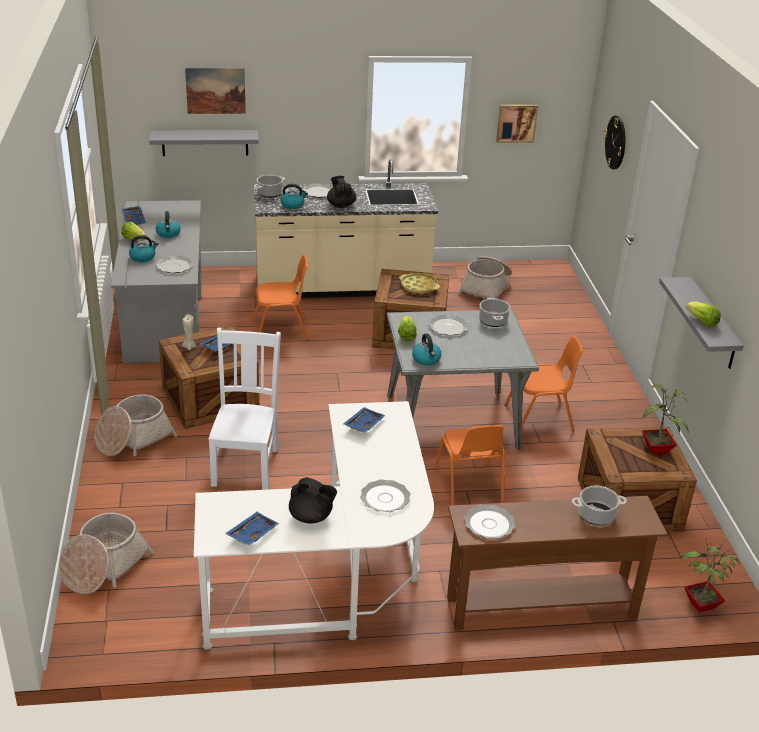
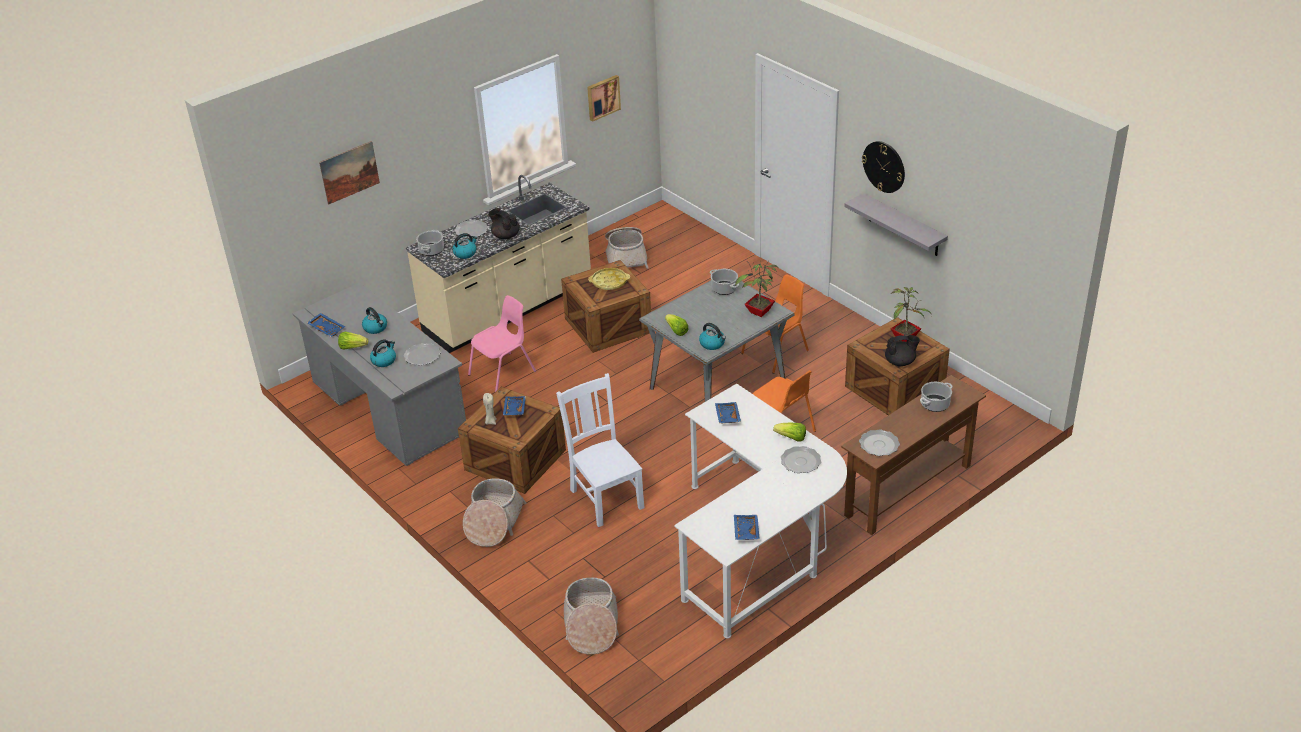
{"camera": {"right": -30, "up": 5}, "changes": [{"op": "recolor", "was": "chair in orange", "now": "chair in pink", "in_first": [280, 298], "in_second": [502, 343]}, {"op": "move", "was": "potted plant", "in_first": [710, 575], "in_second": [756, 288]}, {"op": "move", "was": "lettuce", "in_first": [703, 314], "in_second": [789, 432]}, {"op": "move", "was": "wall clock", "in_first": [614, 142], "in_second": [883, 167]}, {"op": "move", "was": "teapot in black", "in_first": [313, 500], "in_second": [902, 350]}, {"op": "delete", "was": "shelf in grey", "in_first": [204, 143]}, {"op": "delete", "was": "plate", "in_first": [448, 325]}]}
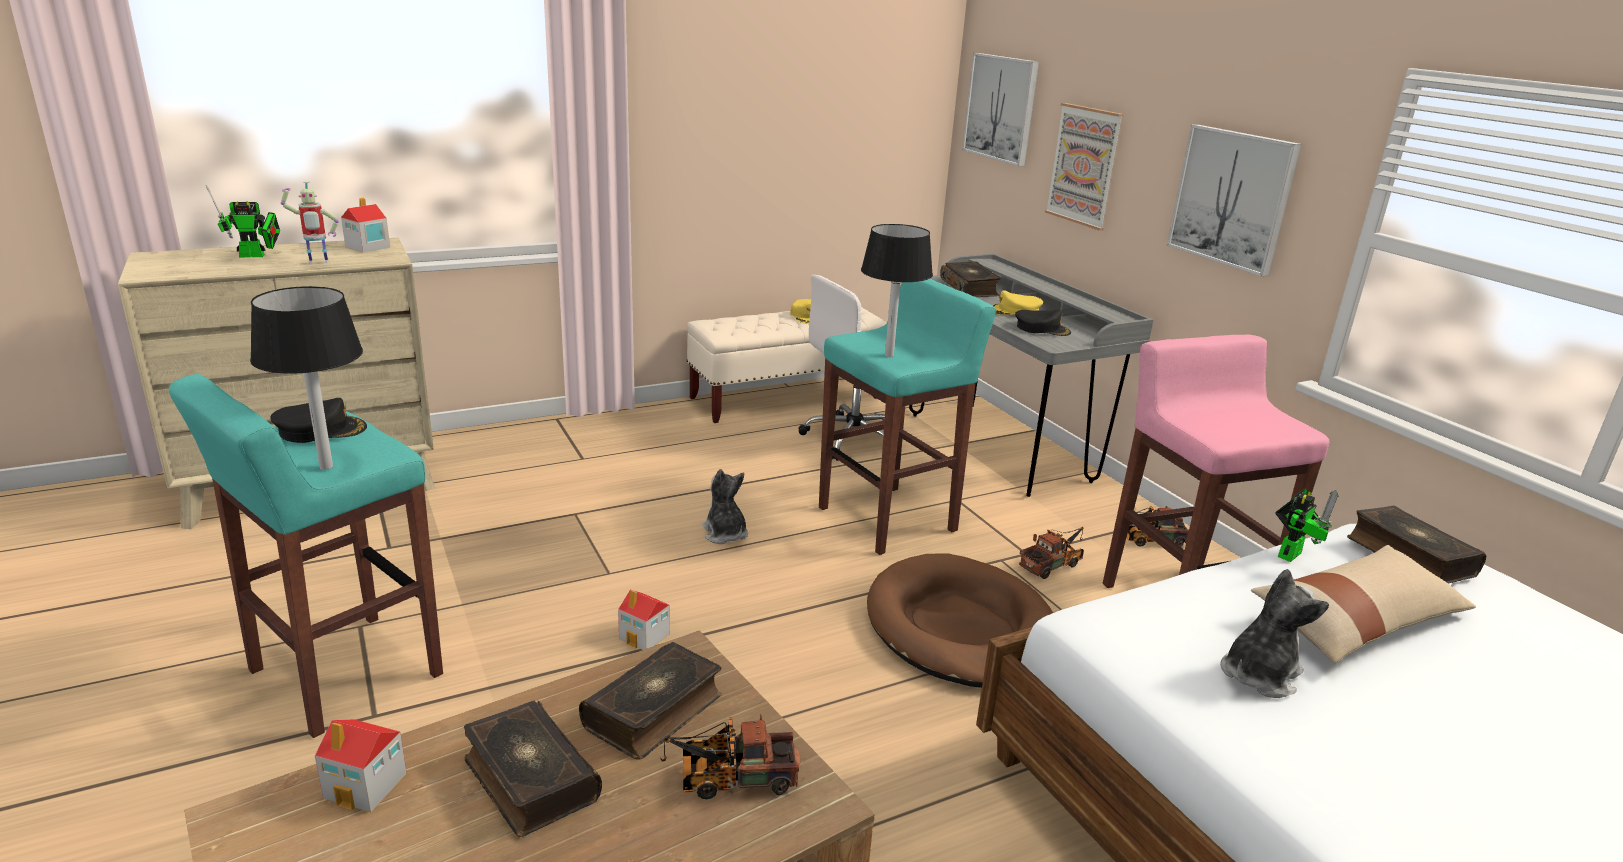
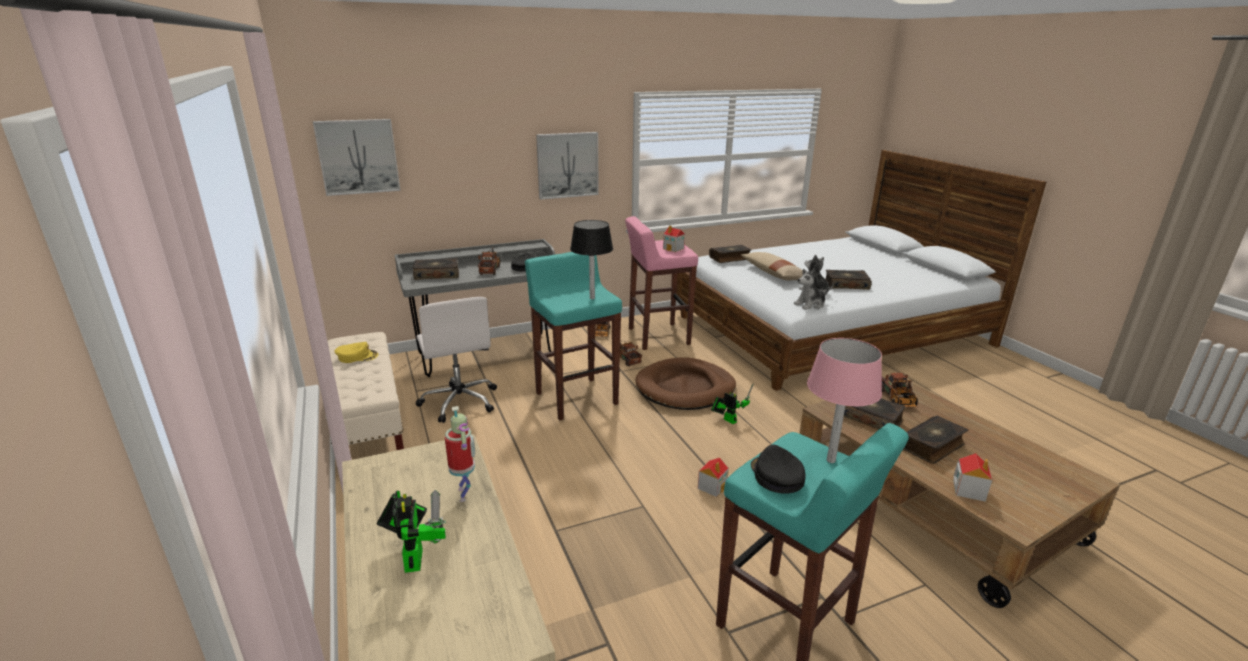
{"camera": {"right": -85, "up": 0}, "changes": [{"op": "replace", "was": "cap in yellow", "now": "toy truck", "in_first": [1017, 302], "in_second": [489, 261]}, {"op": "move", "was": "toy house", "in_first": [365, 225], "in_second": [674, 238]}, {"op": "move", "was": "toy robot", "in_first": [1307, 525], "in_second": [732, 403]}, {"op": "move", "was": "plush toy", "in_first": [724, 506], "in_second": [811, 289]}, {"op": "recolor", "was": "table lamp in black", "now": "table lamp in pink", "in_first": [306, 378], "in_second": [844, 400]}, {"op": "insert", "now": "book", "in_second": [848, 280]}, {"op": "delete", "was": "picture", "in_first": [1084, 166]}]}
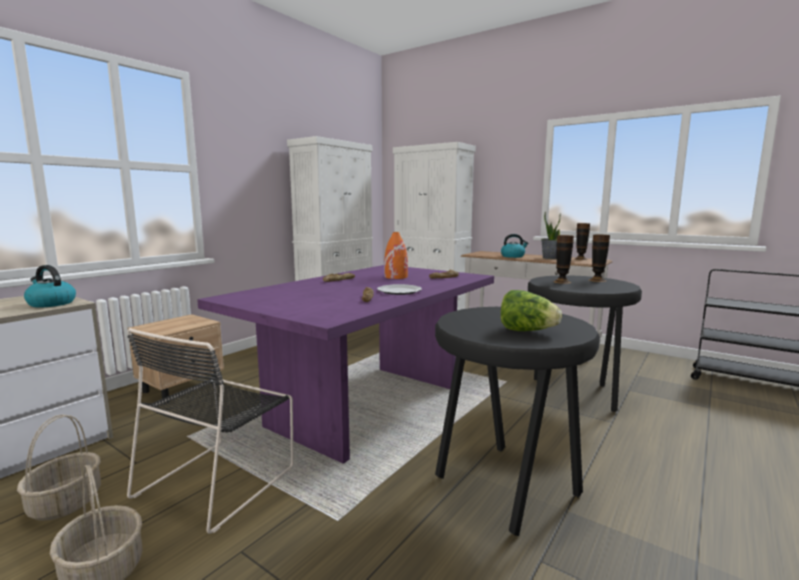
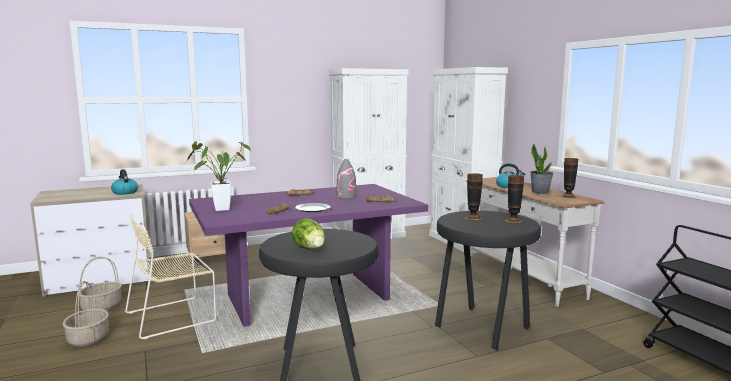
{"camera": {"right": 30, "up": 0}, "changes": [{"op": "recolor", "was": "chair in black", "now": "chair in beige", "in_first": [210, 431], "in_second": [170, 276]}, {"op": "insert", "now": "potted plant", "in_second": [219, 176]}, {"op": "recolor", "was": "vase in orange", "now": "vase in grey", "in_first": [396, 255], "in_second": [346, 179]}]}
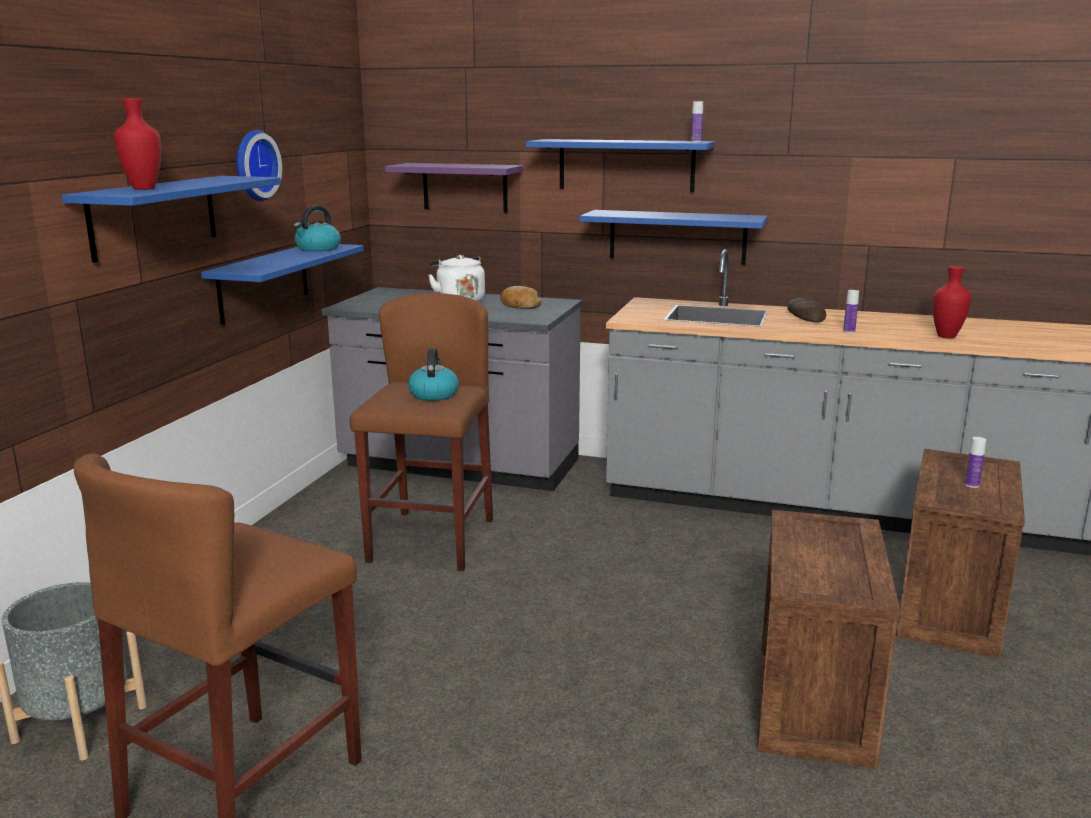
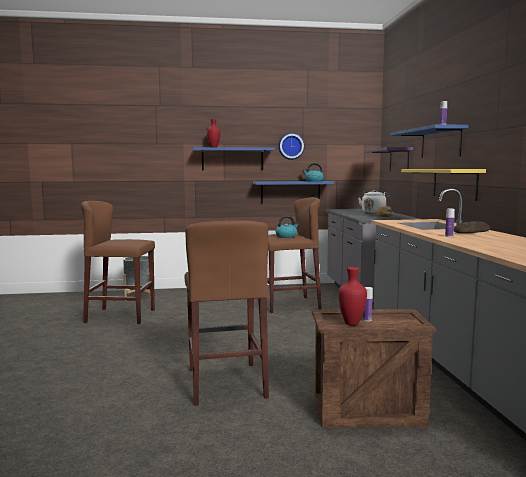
{"camera": {"right": 65, "up": -10}, "changes": [{"op": "replace", "was": "crate", "now": "stool in brown", "in_first": [829, 639], "in_second": [226, 313]}, {"op": "move", "was": "vase in red", "in_first": [952, 302], "in_second": [352, 296]}, {"op": "recolor", "was": "shelf in blue", "now": "shelf in yellow", "in_first": [673, 237], "in_second": [443, 185]}]}
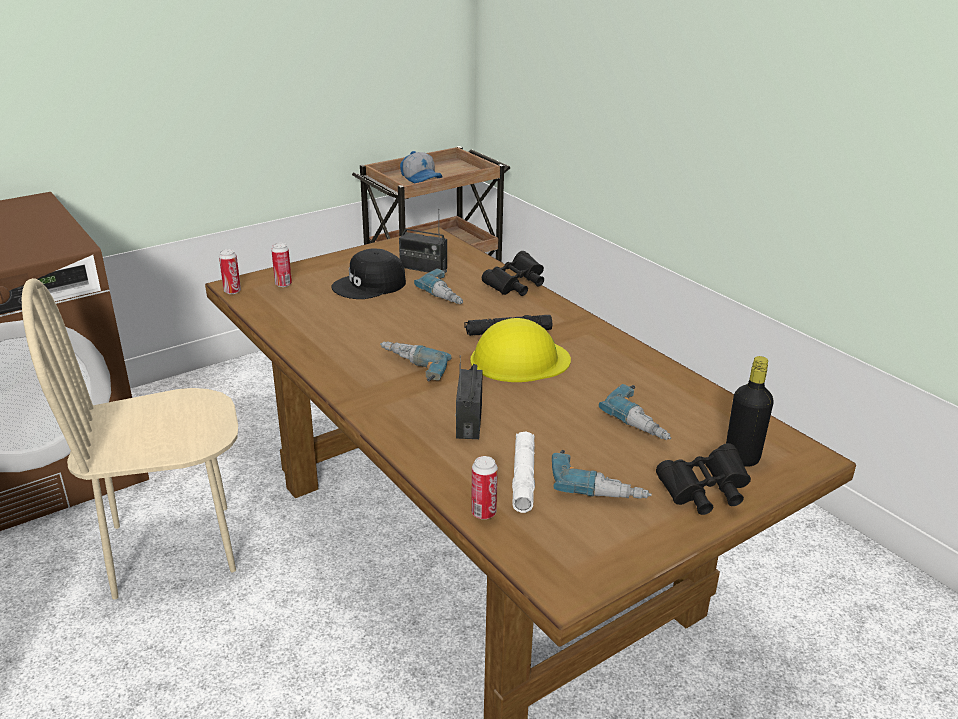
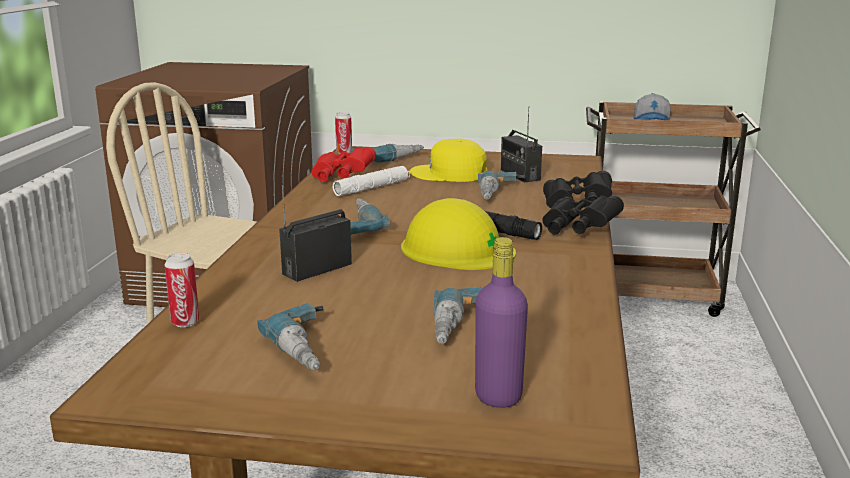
{"camera": {"right": 45, "up": -10}, "changes": [{"op": "insert", "now": "binoculars in red", "in_second": [343, 164]}, {"op": "move", "was": "flashlight in white", "in_first": [523, 472], "in_second": [371, 181]}, {"op": "replace", "was": "can", "now": "power drill", "in_first": [281, 265], "in_second": [387, 153]}, {"op": "recolor", "was": "cap in black", "now": "cap in yellow", "in_first": [368, 273], "in_second": [448, 160]}, {"op": "recolor", "was": "bottle in black", "now": "bottle in purple", "in_first": [750, 411], "in_second": [501, 322]}, {"op": "move", "was": "binoculars in black", "in_first": [703, 479], "in_second": [583, 215]}]}
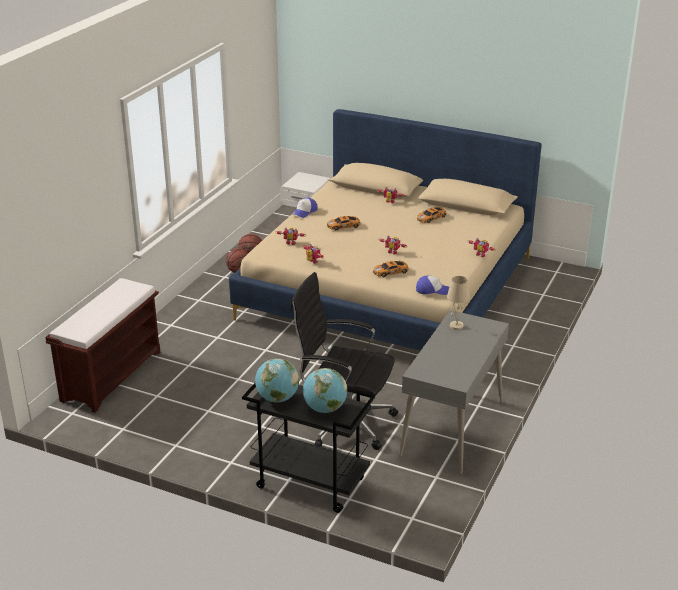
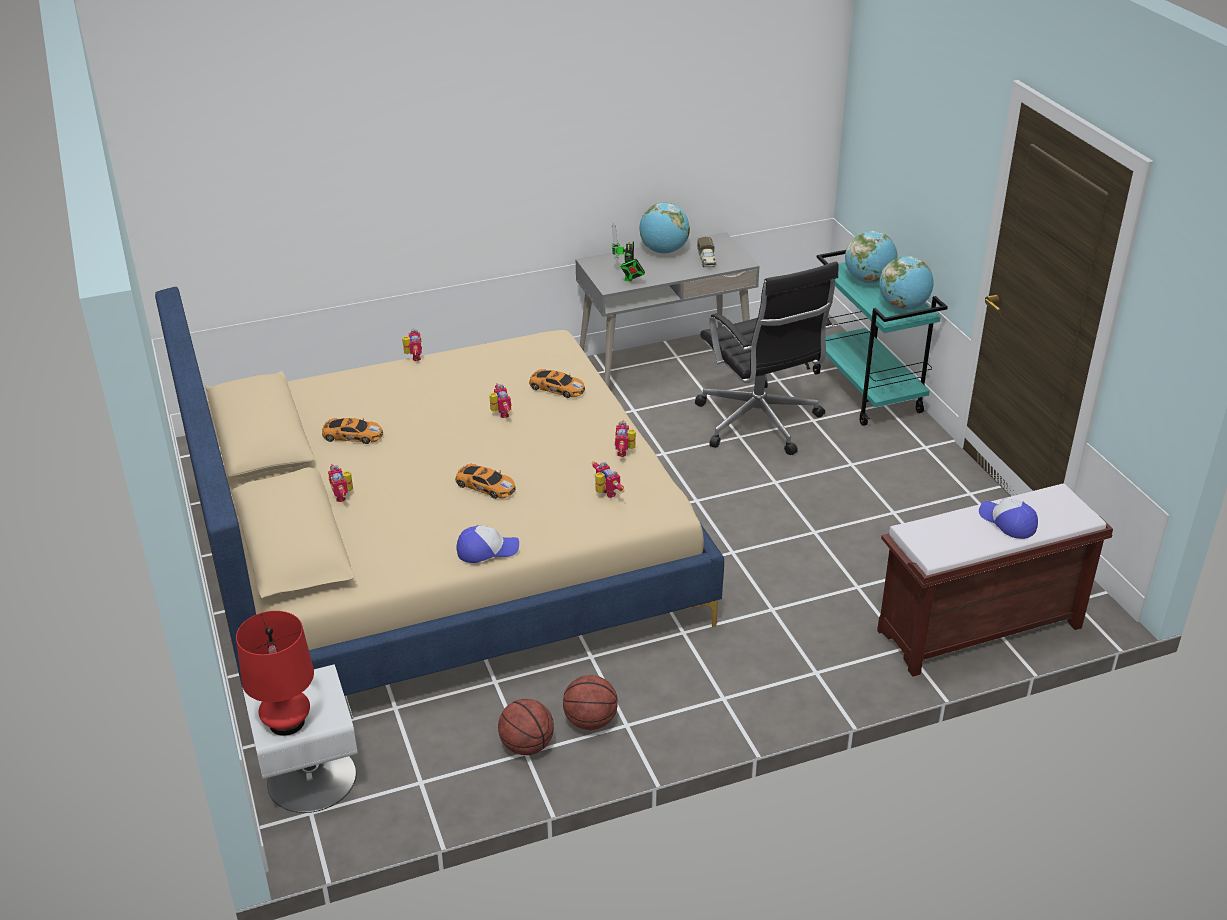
{"camera": {"right": -135, "up": 5}, "changes": [{"op": "insert", "now": "table lamp in red", "in_second": [275, 673]}, {"op": "replace", "was": "table lamp in beige", "now": "toy robot", "in_first": [458, 303], "in_second": [628, 252]}, {"op": "insert", "now": "globe", "in_second": [665, 228]}, {"op": "insert", "now": "toy truck", "in_second": [707, 252]}, {"op": "recolor", "was": "cart in black", "now": "cart in turquoise", "in_first": [308, 448], "in_second": [880, 338]}, {"op": "move", "was": "cap", "in_first": [432, 285], "in_second": [1008, 518]}]}
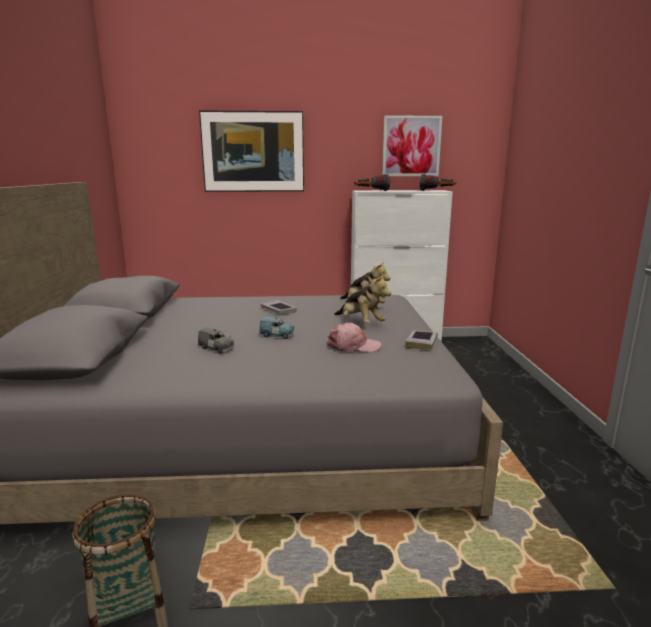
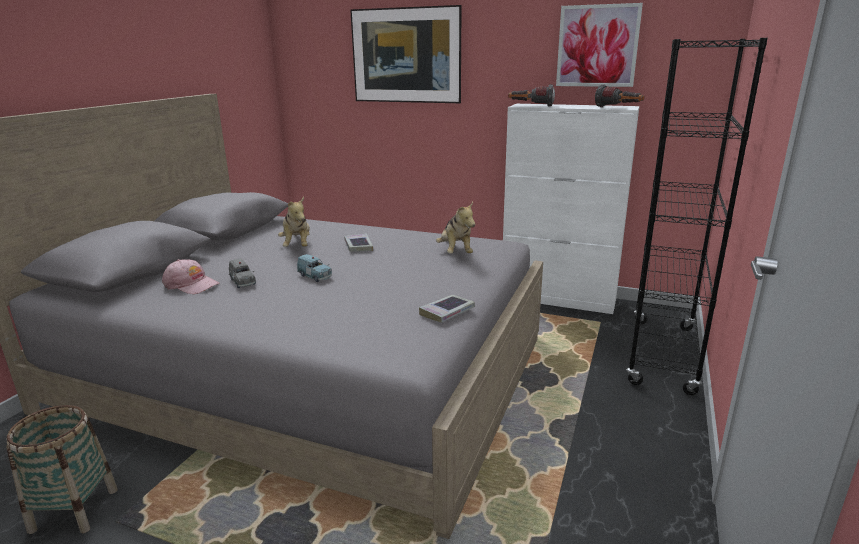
{"camera": {"right": 25, "up": 5}, "changes": [{"op": "move", "was": "cap in pink", "in_first": [354, 337], "in_second": [190, 276]}, {"op": "move", "was": "plush toy", "in_first": [362, 298], "in_second": [294, 222]}, {"op": "insert", "now": "bookcase in black", "in_second": [697, 216]}]}
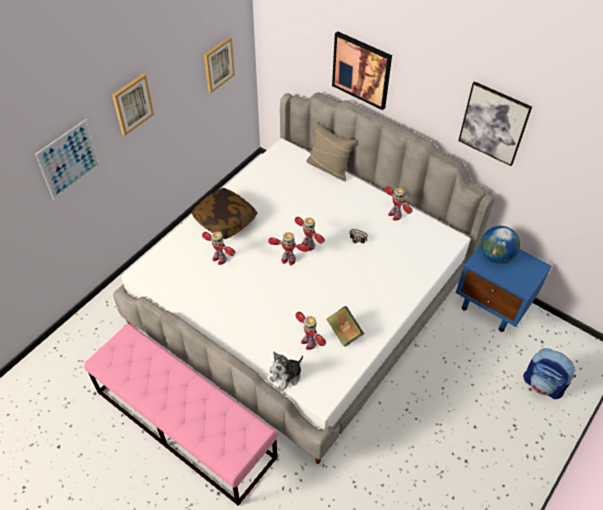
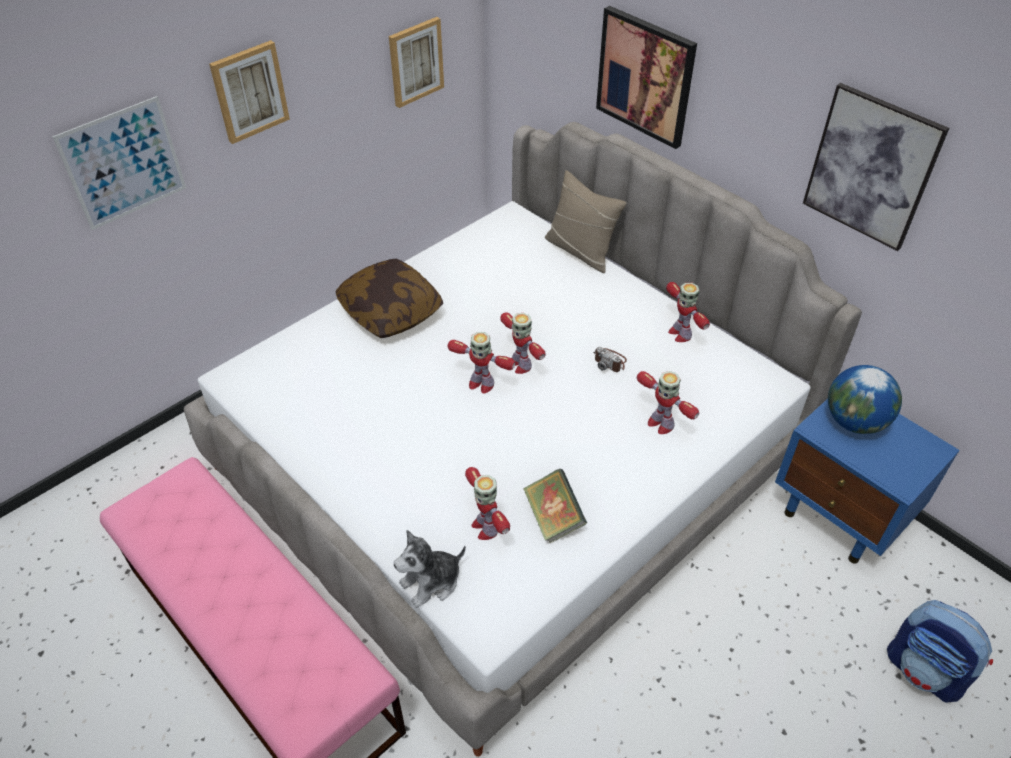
{"camera": {"right": 10, "up": -5}, "changes": [{"op": "move", "was": "toy robot", "in_first": [218, 248], "in_second": [668, 402]}]}
